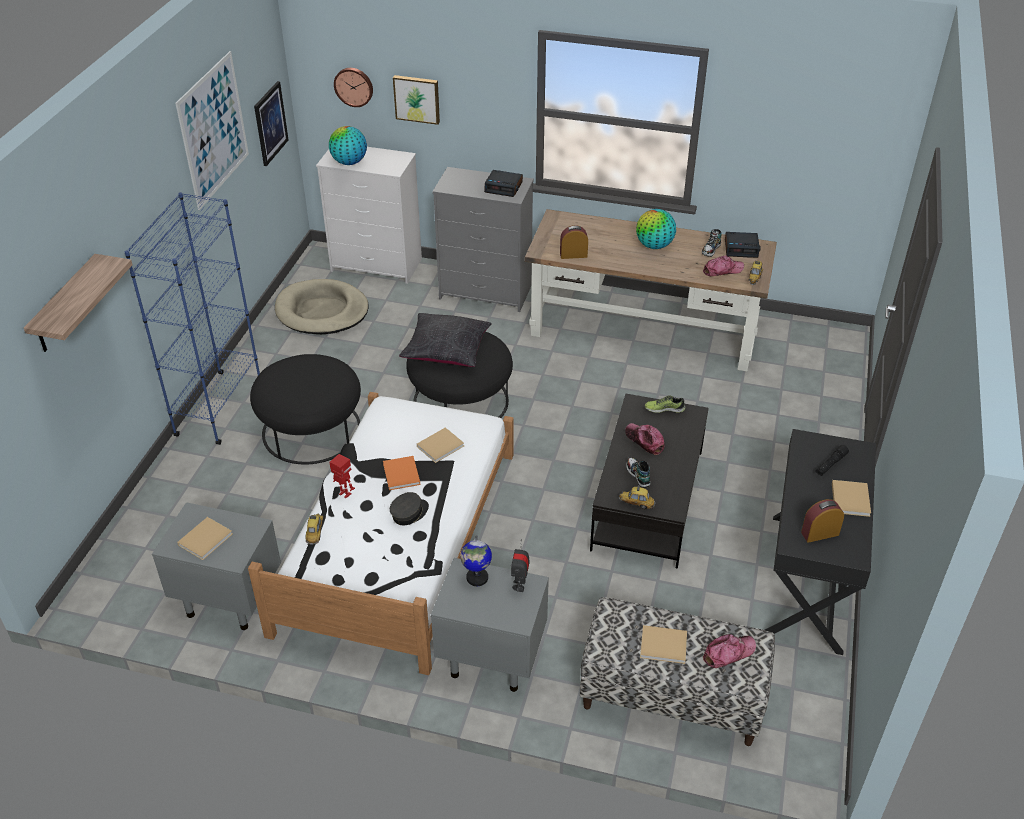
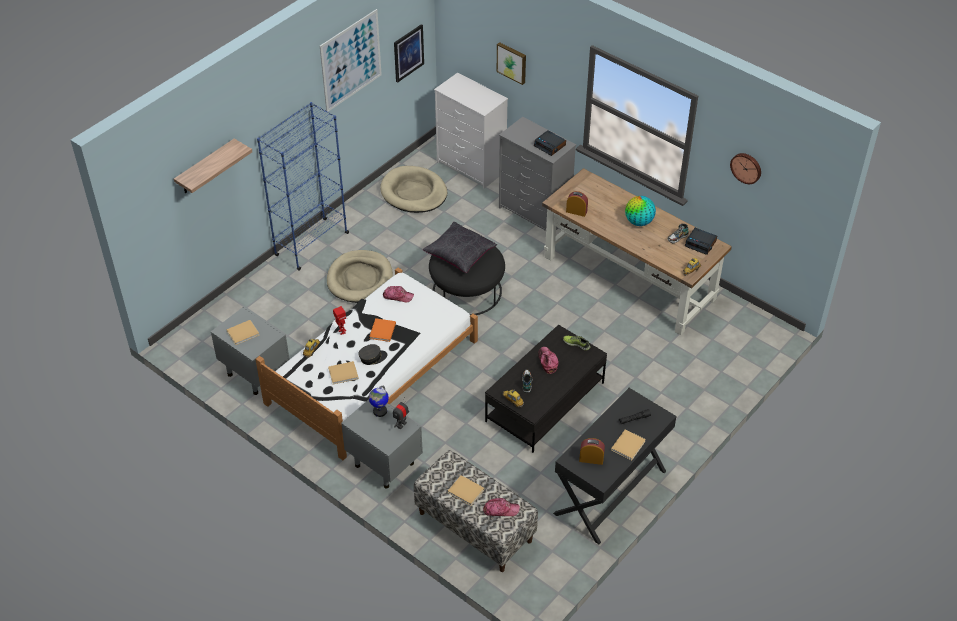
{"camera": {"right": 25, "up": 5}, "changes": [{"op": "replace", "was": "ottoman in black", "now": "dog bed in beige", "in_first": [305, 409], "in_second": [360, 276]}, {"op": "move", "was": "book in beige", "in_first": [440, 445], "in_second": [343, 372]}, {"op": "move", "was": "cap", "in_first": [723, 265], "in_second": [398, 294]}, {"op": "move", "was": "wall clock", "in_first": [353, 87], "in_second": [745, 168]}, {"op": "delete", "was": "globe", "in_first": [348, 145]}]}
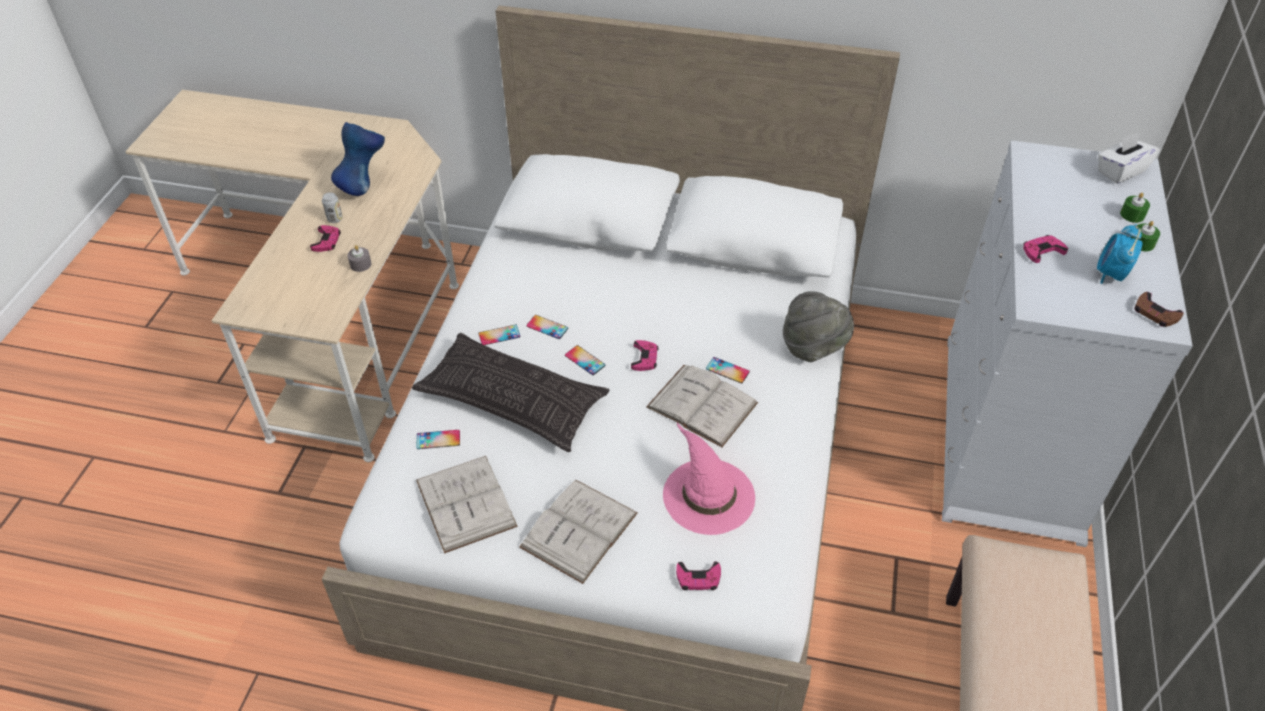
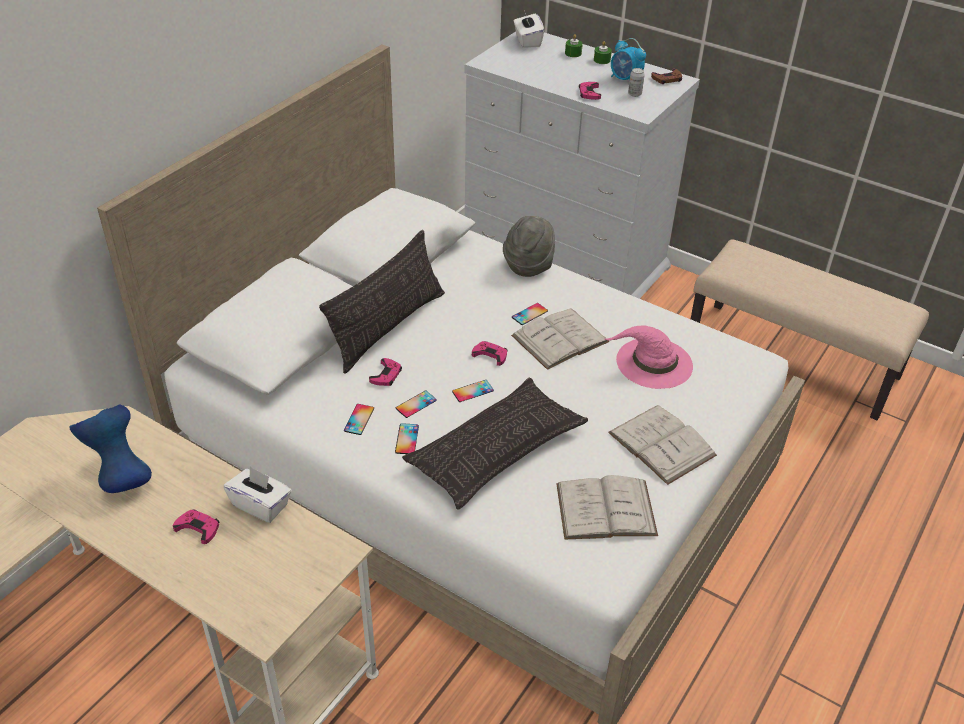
{"camera": {"right": -70, "up": -5}, "changes": [{"op": "replace", "was": "candle in grey", "now": "tissue box in white", "in_first": [359, 258], "in_second": [257, 494]}, {"op": "insert", "now": "pillow", "in_second": [382, 302]}, {"op": "move", "was": "phone", "in_first": [438, 439], "in_second": [359, 419]}, {"op": "move", "was": "game controller in pink", "in_first": [698, 575], "in_second": [385, 372]}, {"op": "move", "was": "can", "in_first": [332, 207], "in_second": [636, 82]}]}
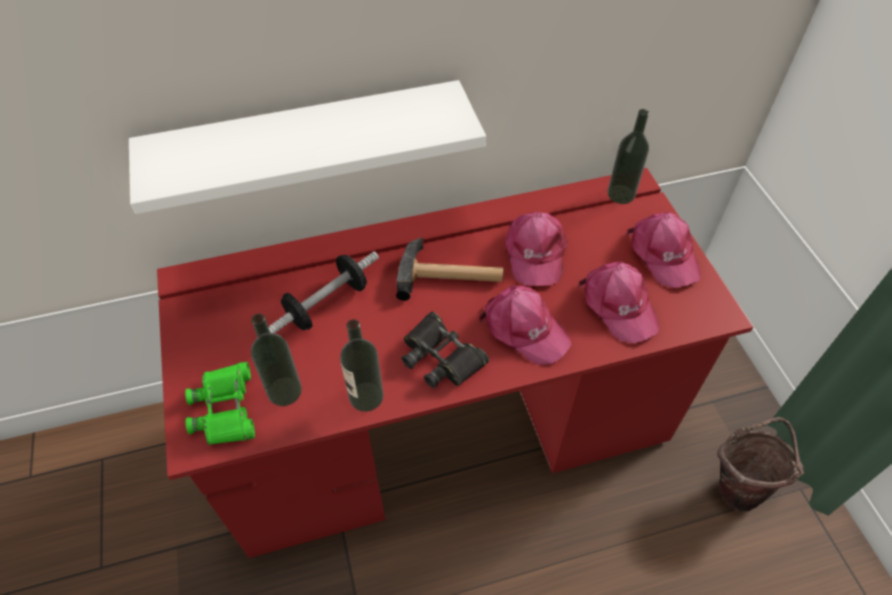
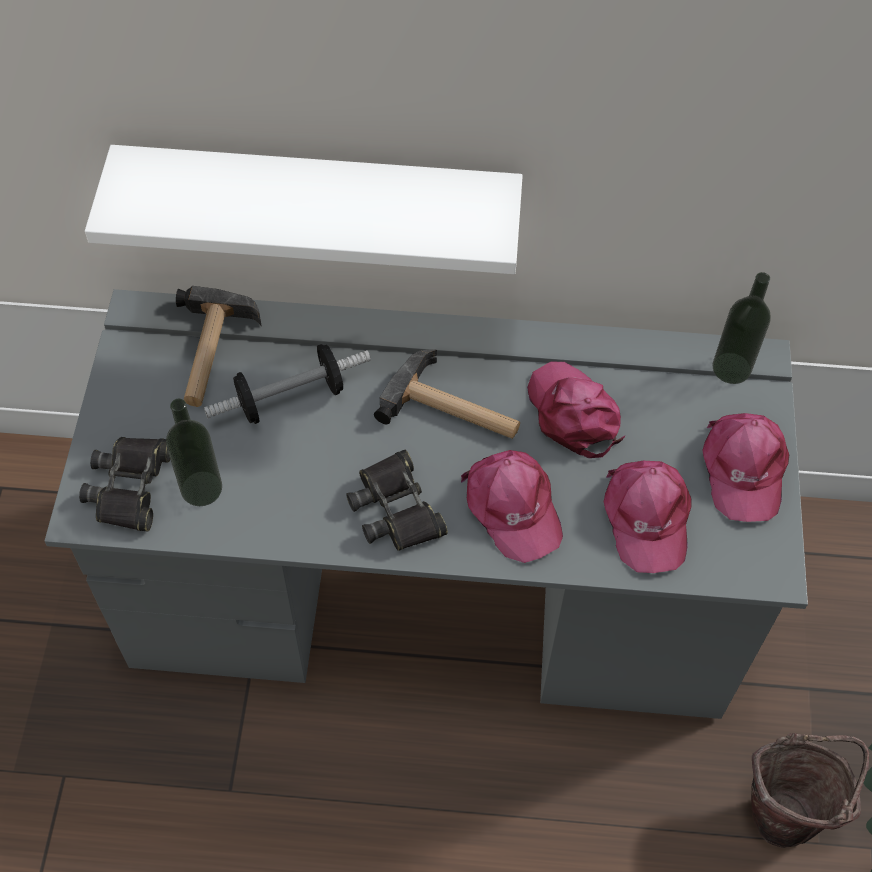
{"camera": {"right": 20, "up": 5}, "changes": [{"op": "recolor", "was": "desk in red", "now": "desk in grey", "in_first": [455, 363], "in_second": [426, 504]}, {"op": "recolor", "was": "binoculars in green", "now": "binoculars in black", "in_first": [220, 403], "in_second": [124, 484]}, {"op": "insert", "now": "hammer", "in_second": [219, 346]}, {"op": "rotate", "was": "cap in pink", "in_first": [536, 249], "in_second": [576, 410], "clockwise": 135}, {"op": "delete", "was": "bottle", "in_first": [362, 365]}]}
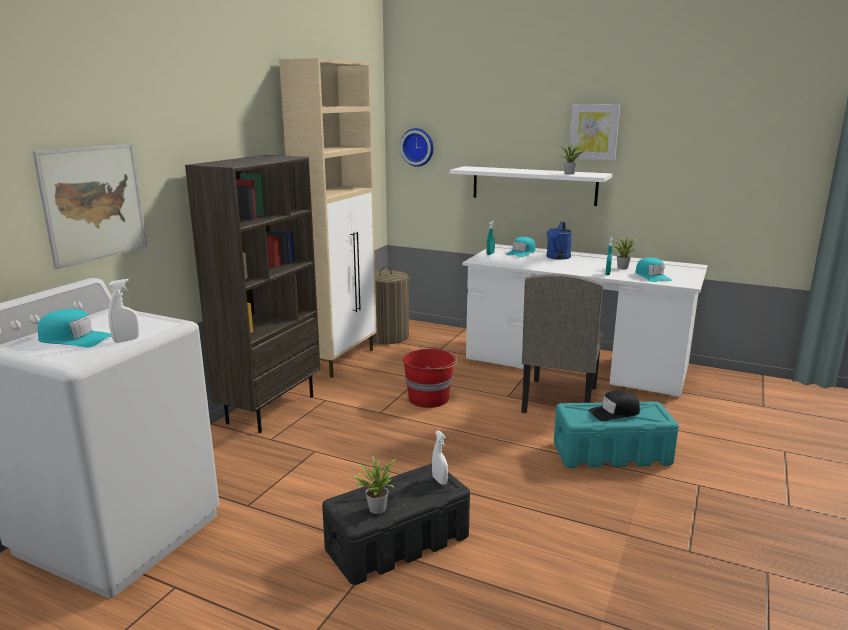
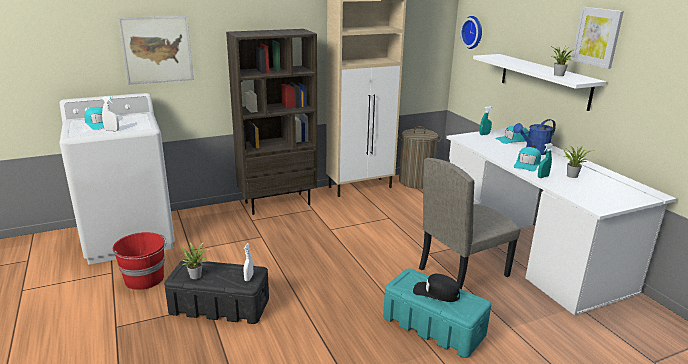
{"camera": {"right": 40, "up": 5}, "changes": [{"op": "move", "was": "bucket in red", "in_first": [430, 377], "in_second": [140, 261]}, {"op": "move", "was": "cap in turquoise", "in_first": [653, 270], "in_second": [527, 159]}]}
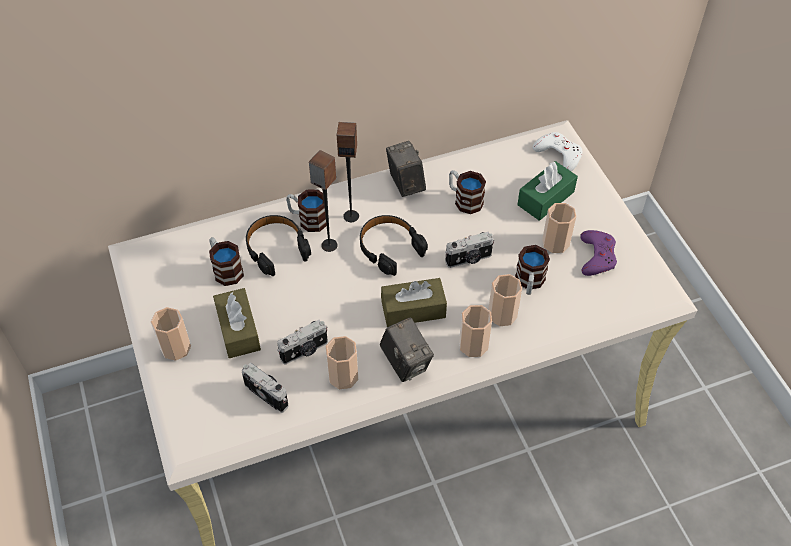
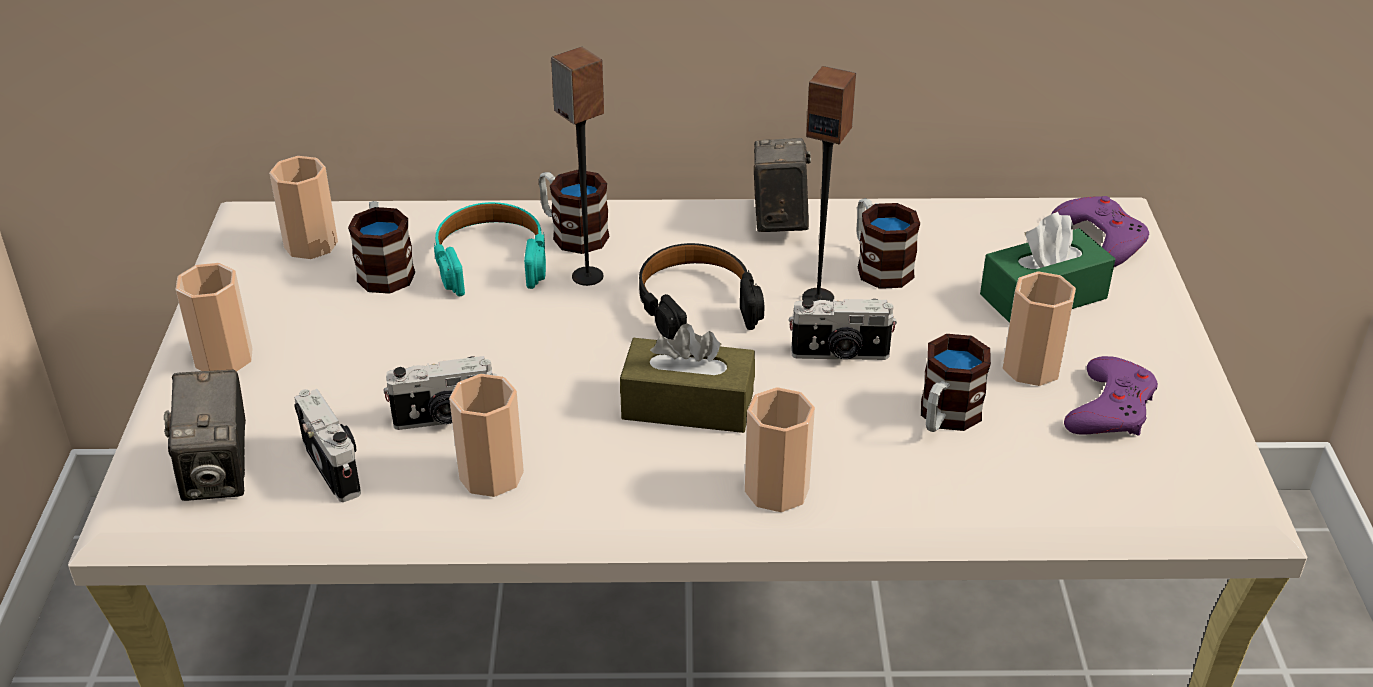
{"camera": {"right": 20, "up": -15}, "changes": [{"op": "move", "was": "photo camera", "in_first": [407, 349], "in_second": [205, 435]}, {"op": "move", "was": "cup", "in_first": [505, 300], "in_second": [303, 207]}, {"op": "recolor", "was": "headphones in black", "now": "headphones in turquoise", "in_first": [278, 245], "in_second": [490, 249]}, {"op": "move", "was": "speaker", "in_first": [348, 172], "in_second": [829, 184]}, {"op": "recolor", "was": "game controller in white", "now": "game controller in purple", "in_first": [557, 152], "in_second": [1100, 231]}, {"op": "delete", "was": "tissue box in brown", "in_first": [237, 323]}]}
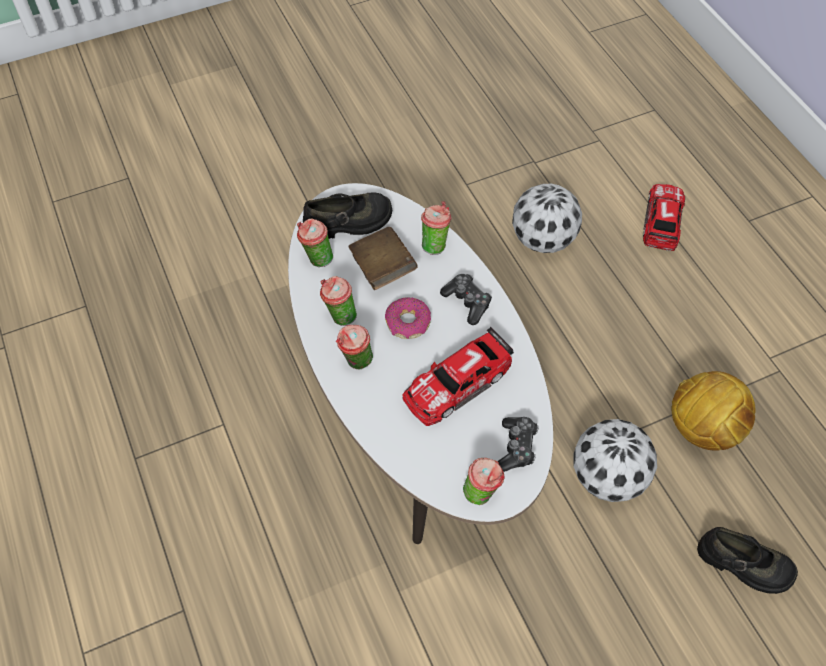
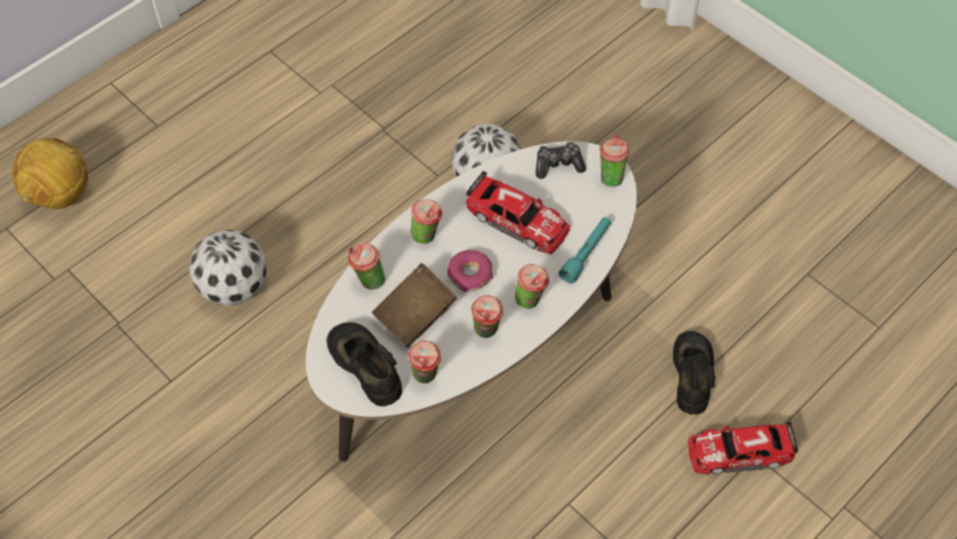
{"camera": {"right": -110, "up": 0}, "changes": [{"op": "move", "was": "football", "in_first": [713, 411], "in_second": [50, 173]}, {"op": "replace", "was": "game controller", "now": "cup", "in_first": [466, 299], "in_second": [426, 221]}, {"op": "insert", "now": "flashlight in turquoise", "in_second": [585, 250]}, {"op": "move", "was": "shoe in black", "in_first": [747, 560], "in_second": [694, 373]}, {"op": "move", "was": "toy car", "in_first": [664, 217], "in_second": [743, 448]}]}
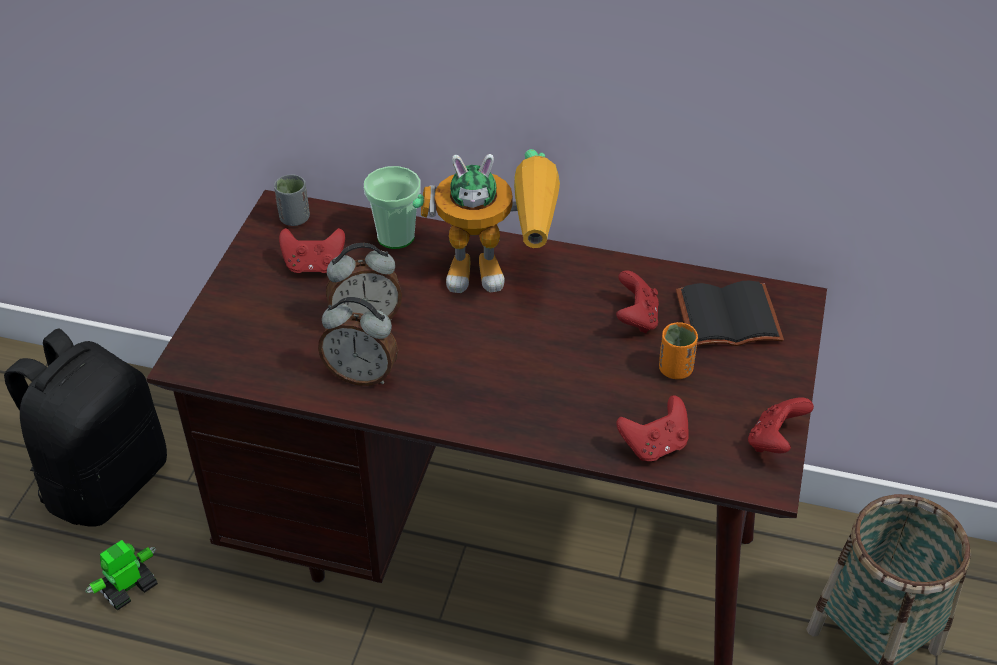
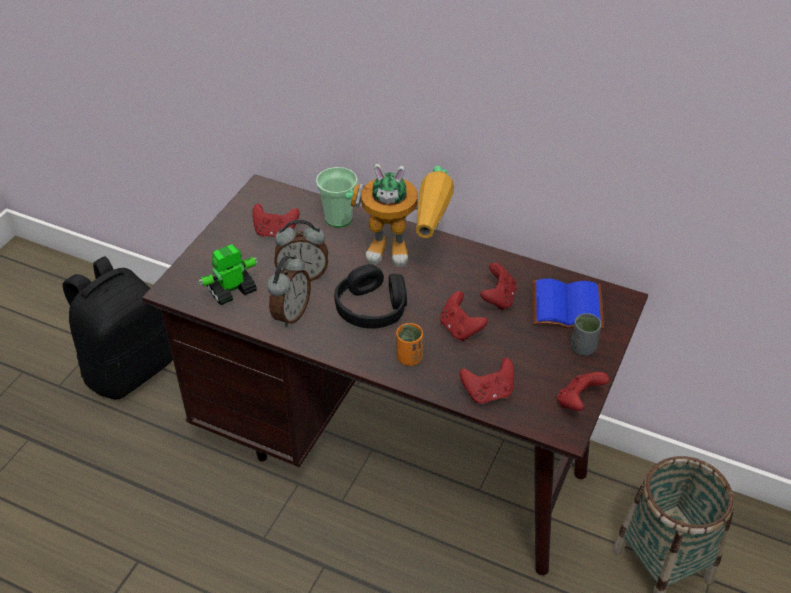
{"camera": {"right": 10, "up": 0}, "changes": [{"op": "move", "was": "toy robot", "in_first": [121, 575], "in_second": [228, 274]}, {"op": "rotate", "was": "alarm clock", "in_first": [358, 341], "in_second": [289, 291], "clockwise": -90}, {"op": "insert", "now": "headphones in black", "in_second": [370, 296]}, {"op": "move", "was": "cup in orange", "in_first": [678, 350], "in_second": [409, 344]}, {"op": "insert", "now": "game controller in red", "in_second": [464, 316]}, {"op": "recolor", "was": "book in black", "now": "book in blue", "in_first": [730, 313], "in_second": [568, 304]}, {"op": "move", "was": "cup in grey", "in_first": [292, 200], "in_second": [586, 334]}]}
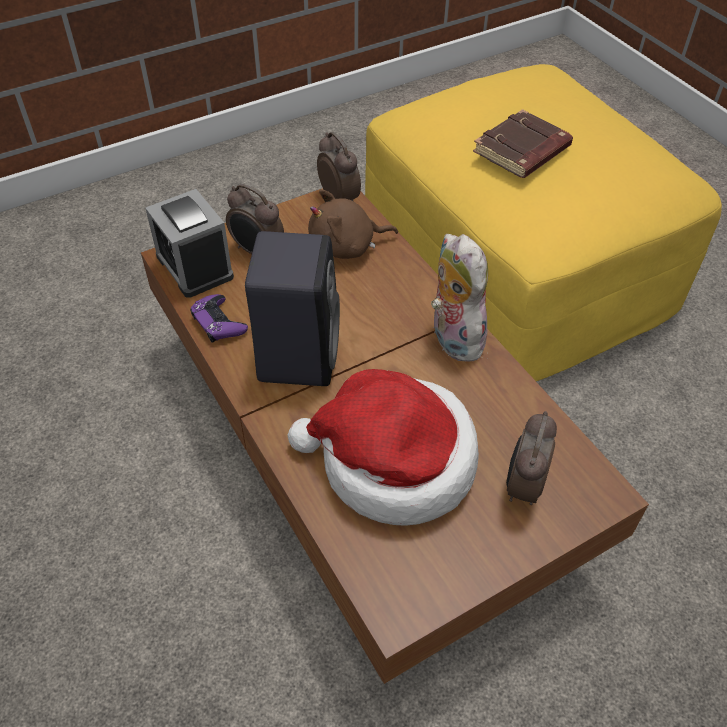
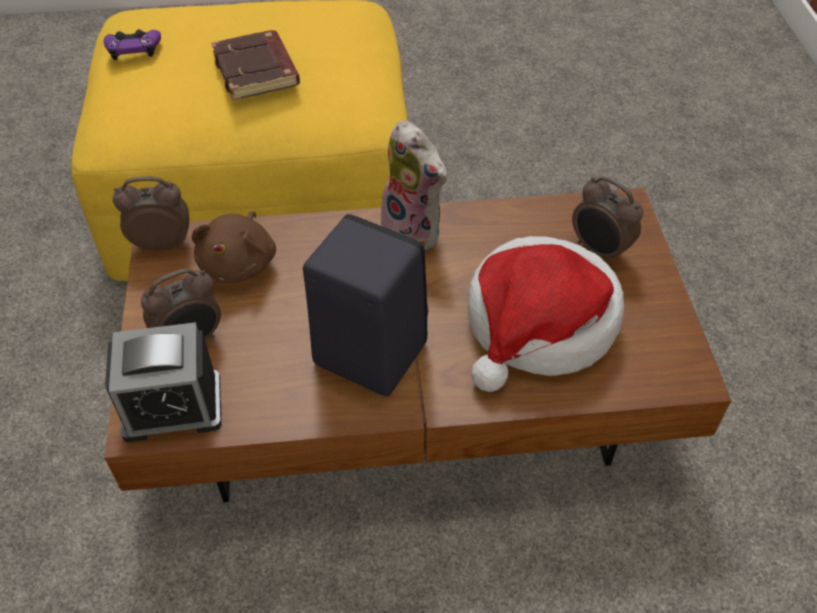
{"camera": {"right": -65, "up": 0}, "changes": [{"op": "move", "was": "game controller in purple", "in_first": [219, 318], "in_second": [132, 44]}, {"op": "rotate", "was": "plush toy", "in_first": [459, 298], "in_second": [414, 186], "clockwise": -135}]}
